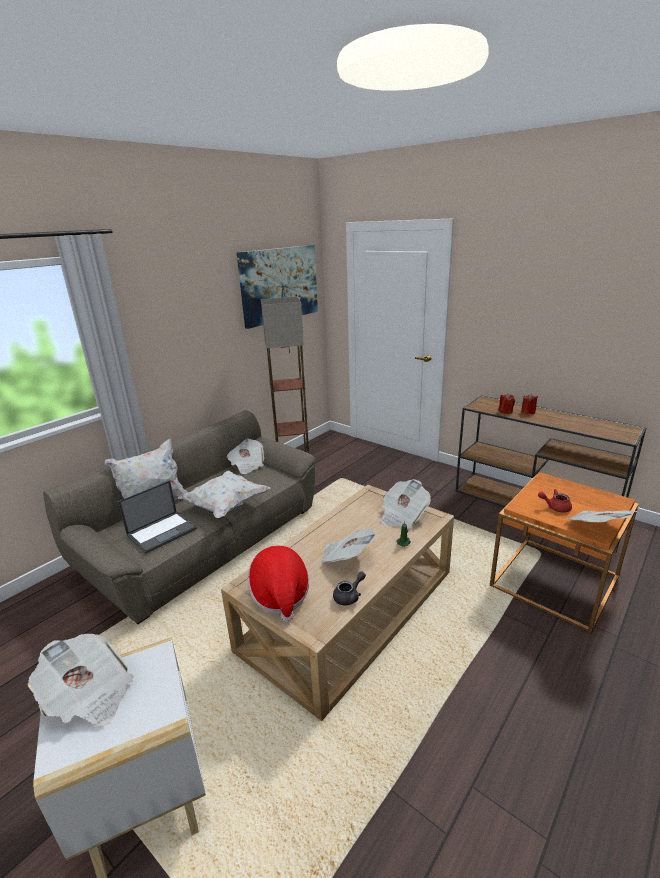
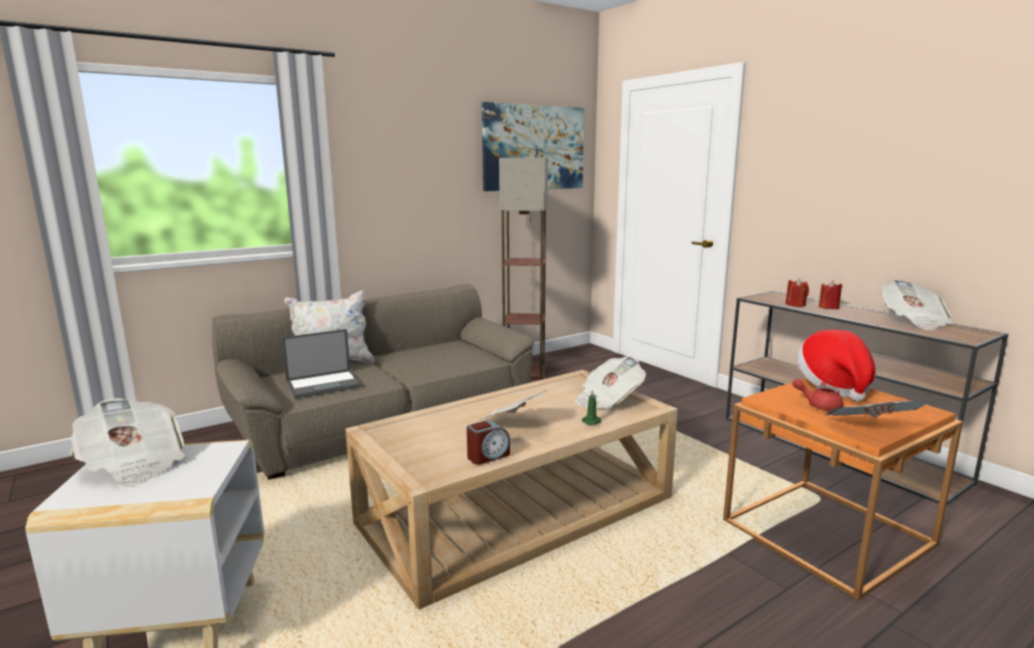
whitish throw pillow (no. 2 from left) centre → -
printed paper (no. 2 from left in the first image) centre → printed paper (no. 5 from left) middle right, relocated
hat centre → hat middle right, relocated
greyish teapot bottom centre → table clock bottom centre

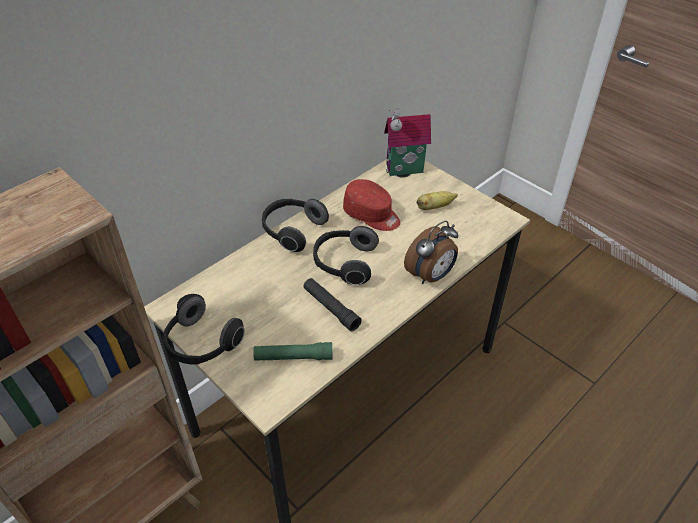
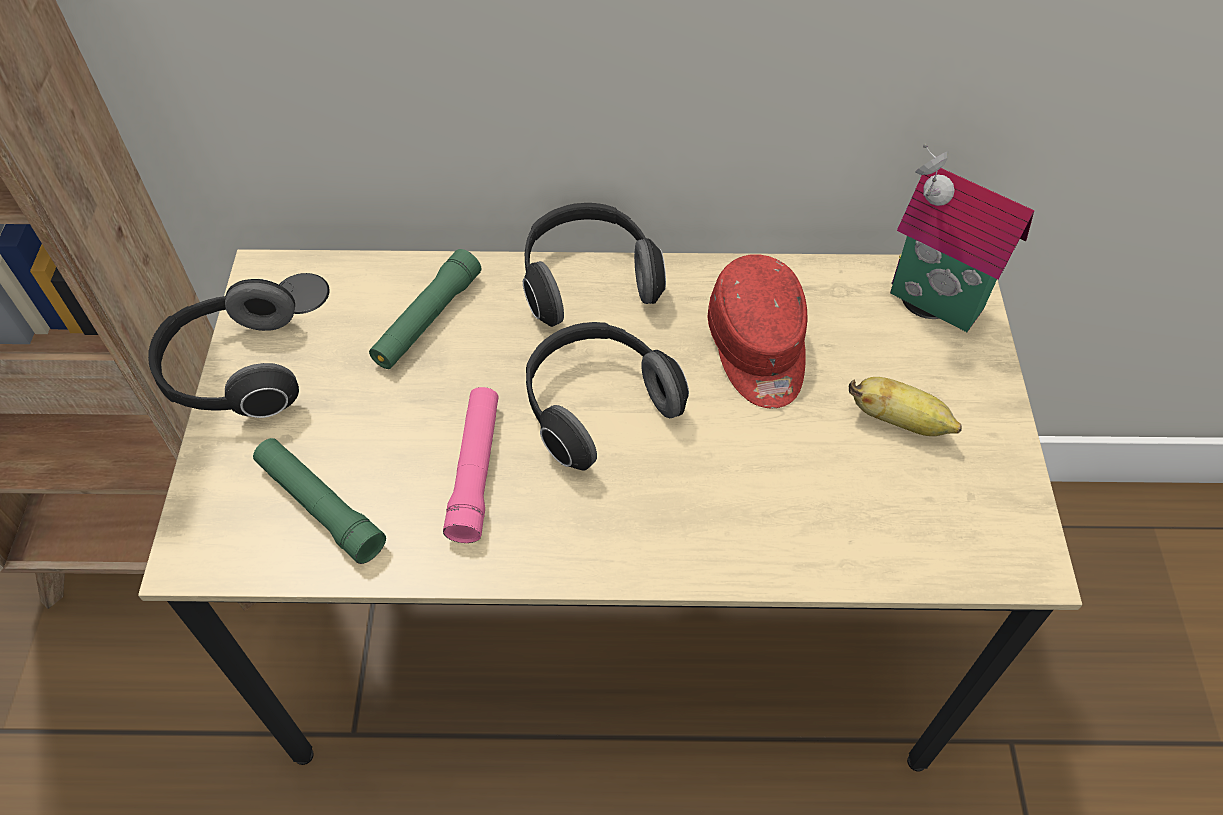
black-coloured flashlight centre → pinkish flashlight centre
table clock centre → -
- → greenish flashlight (no. 2 from left) centre

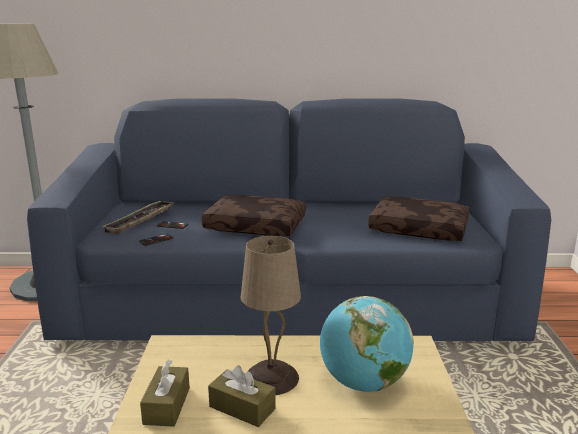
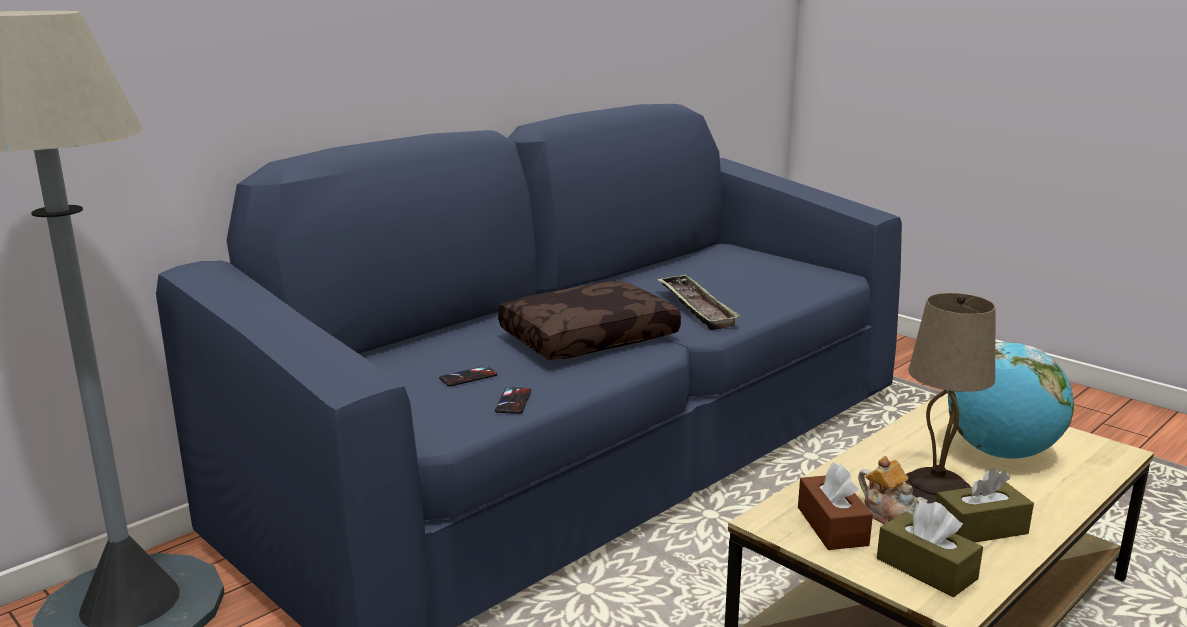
tray middle left → tray centre, relocated
brownish throw pillow (no. 2 from left) middle right → -
- → brownish tissue holder (no. 1 from left) bottom right
- → teapot bottom right

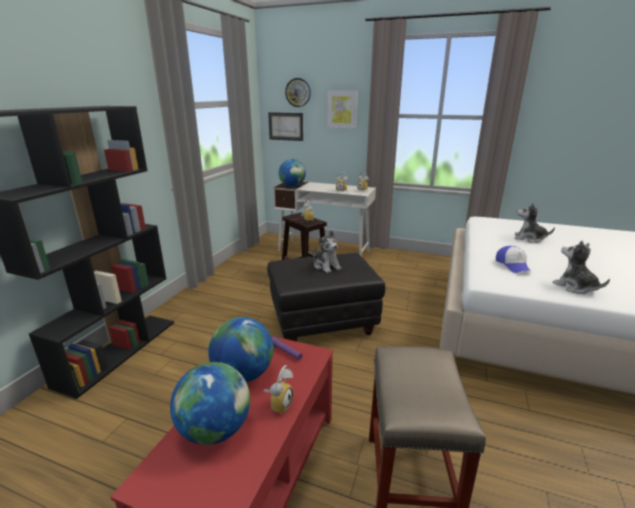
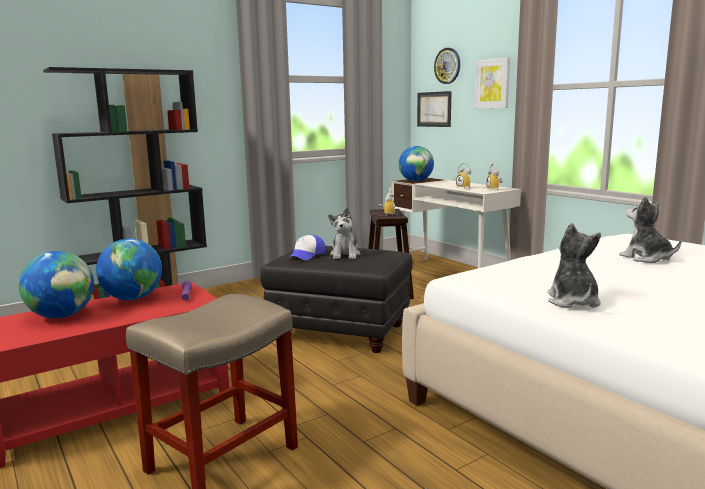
table clock (no. 1 from left) bottom centre → -
peaked cap middle right → peaked cap centre, relocated

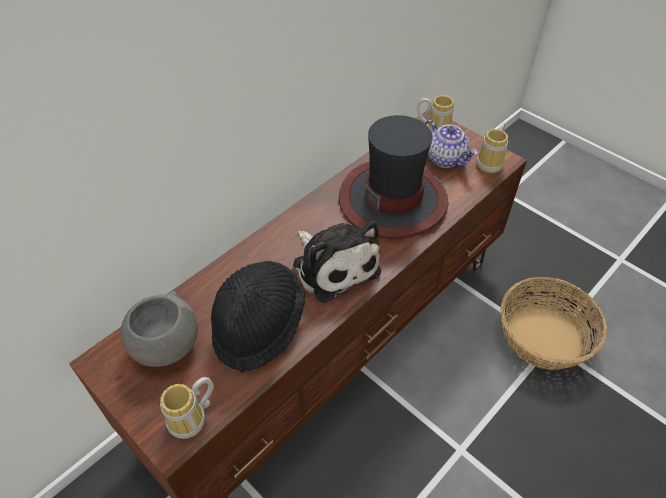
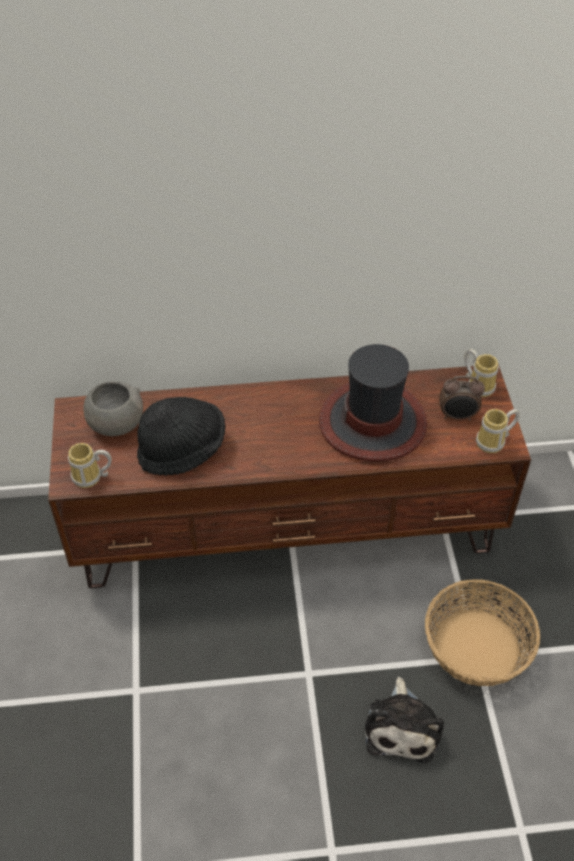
plush toy centre → plush toy bottom right, relocated
teapot top right → table clock middle right

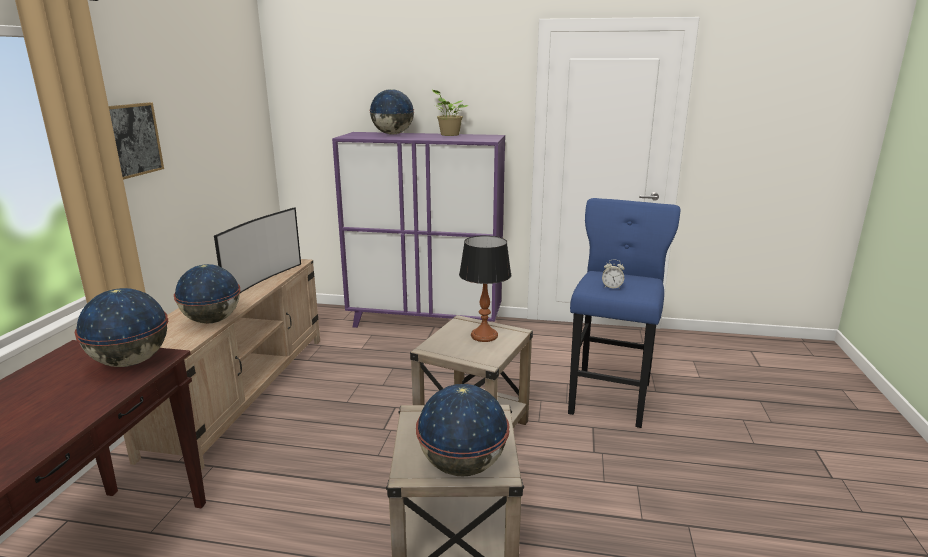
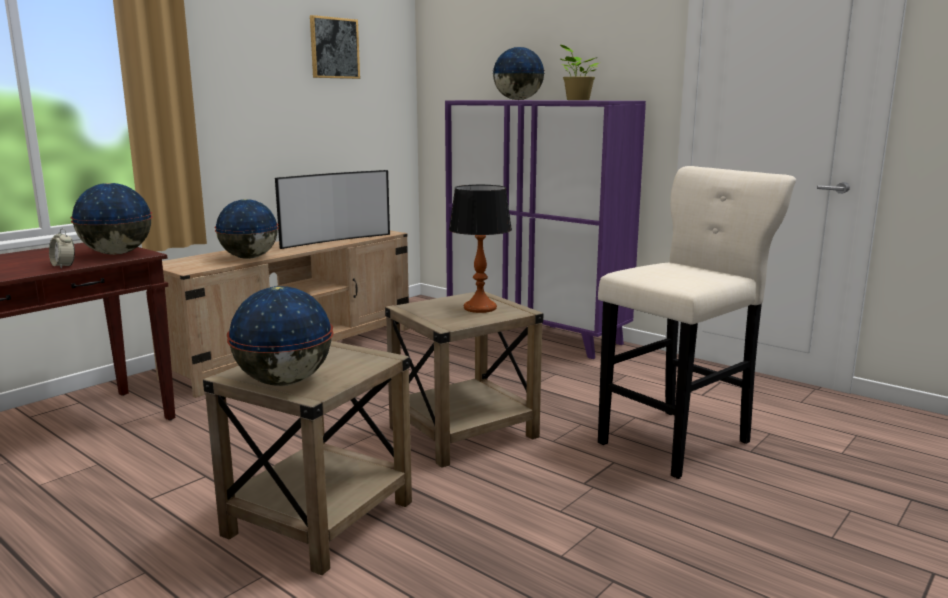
wall picture top left → wall picture top centre, relocated
bluish stool middle right → sand-coloured stool middle right
table clock centre → table clock middle left, relocated

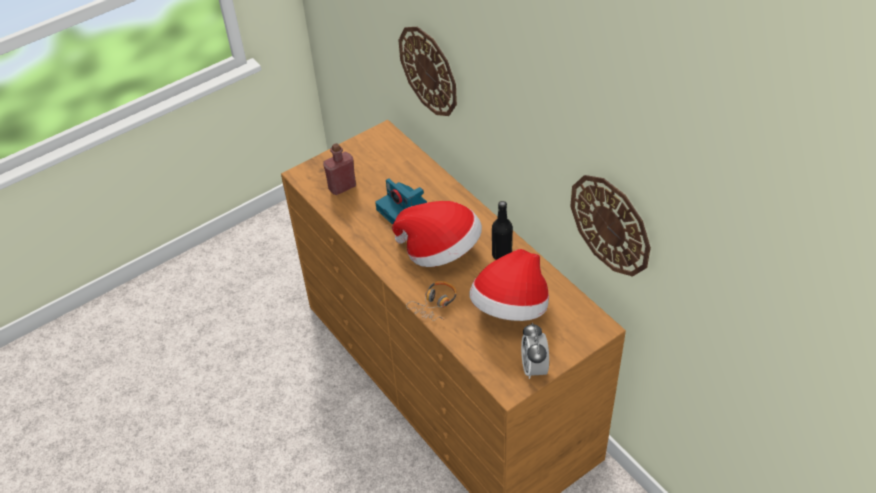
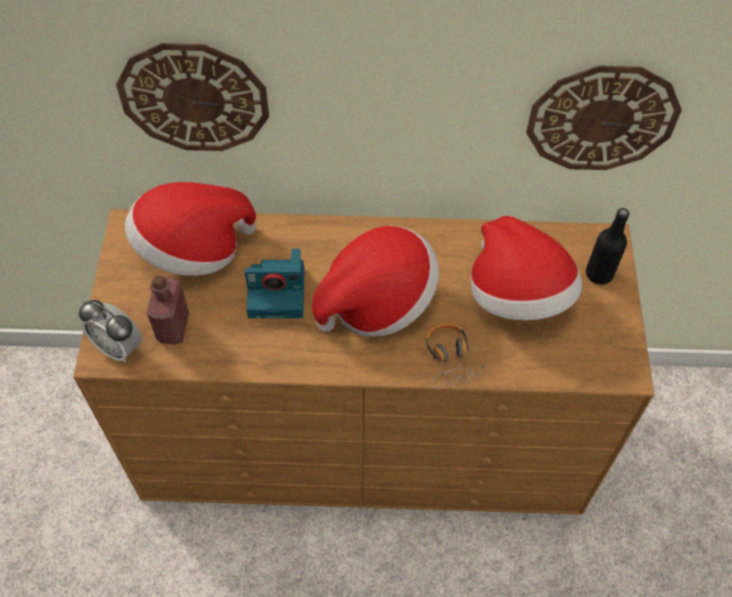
black-coloured beverage bottle centre → black-coloured beverage bottle middle right, relocated
table clock bottom centre → table clock middle left, relocated
- → hat (no. 1 from left) middle left

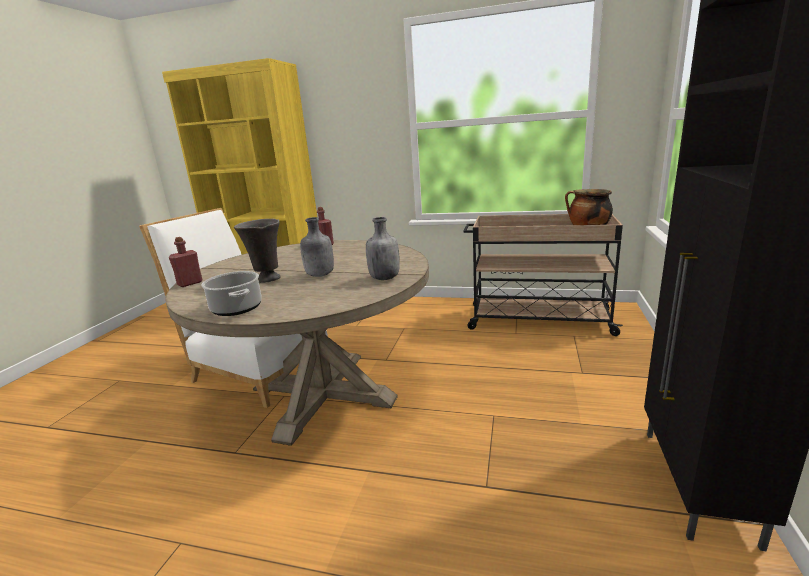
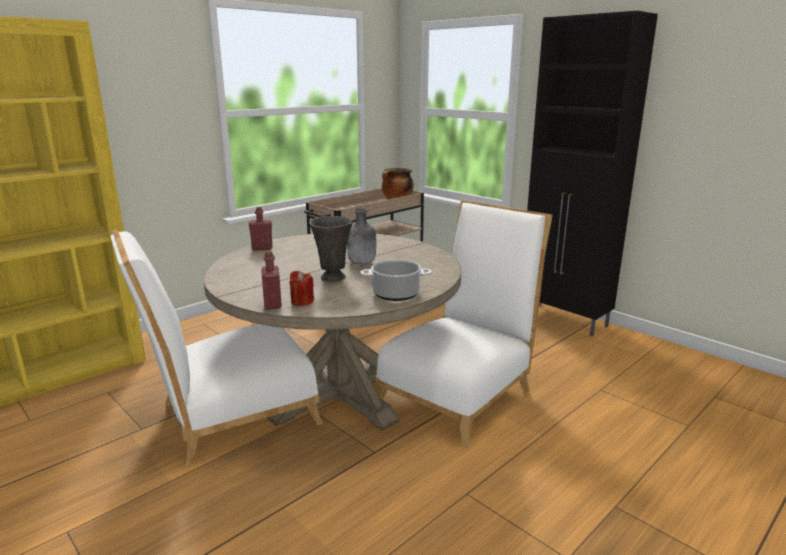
greyish beverage bottle (no. 2 from left) centre → -
- → reddish wax light centre
- → whitish chair (no. 2 from left) centre

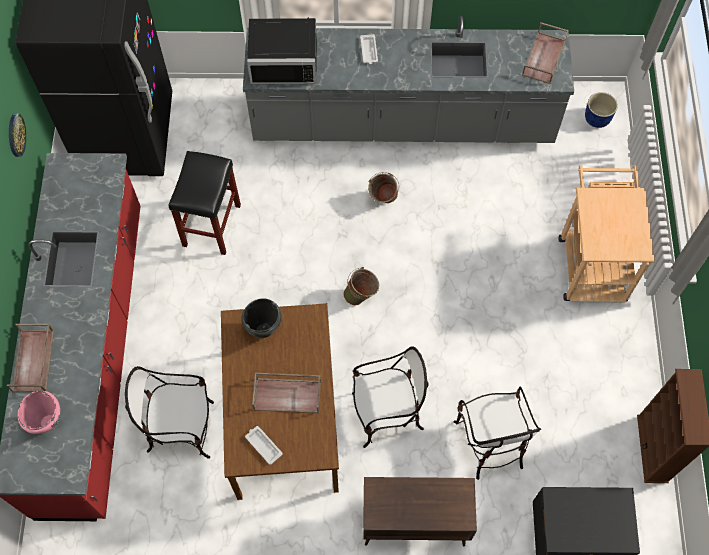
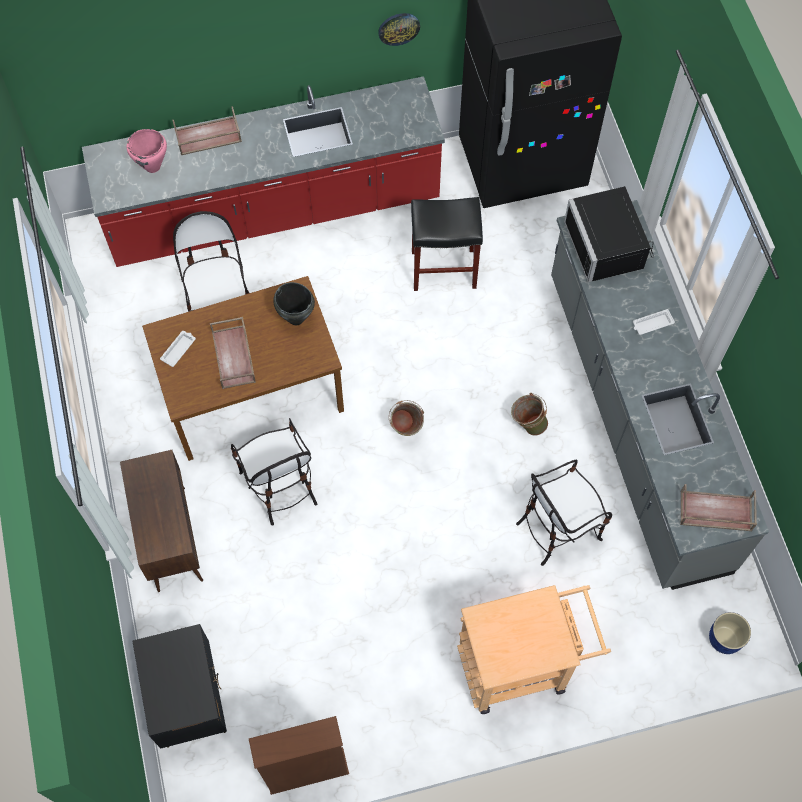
chair (no. 3 from left) bottom right → chair (no. 3 from left) middle right, relocated

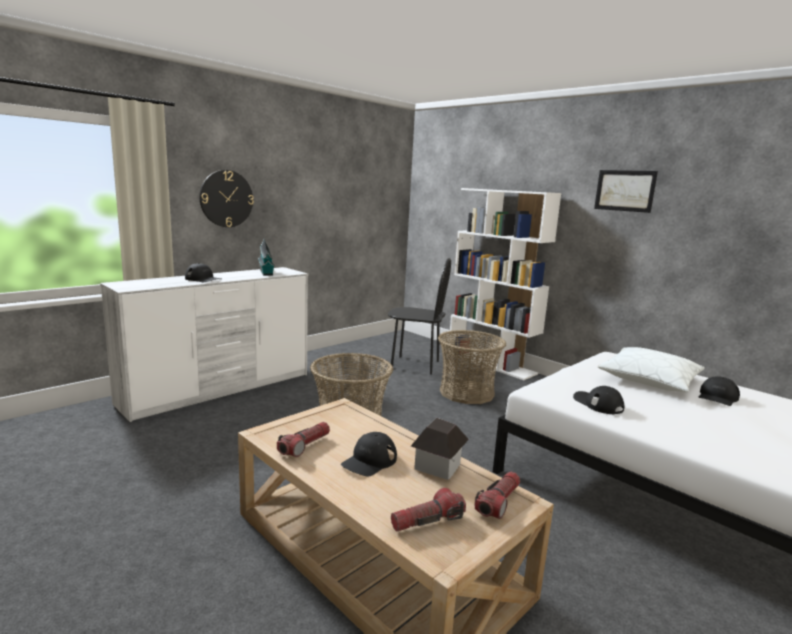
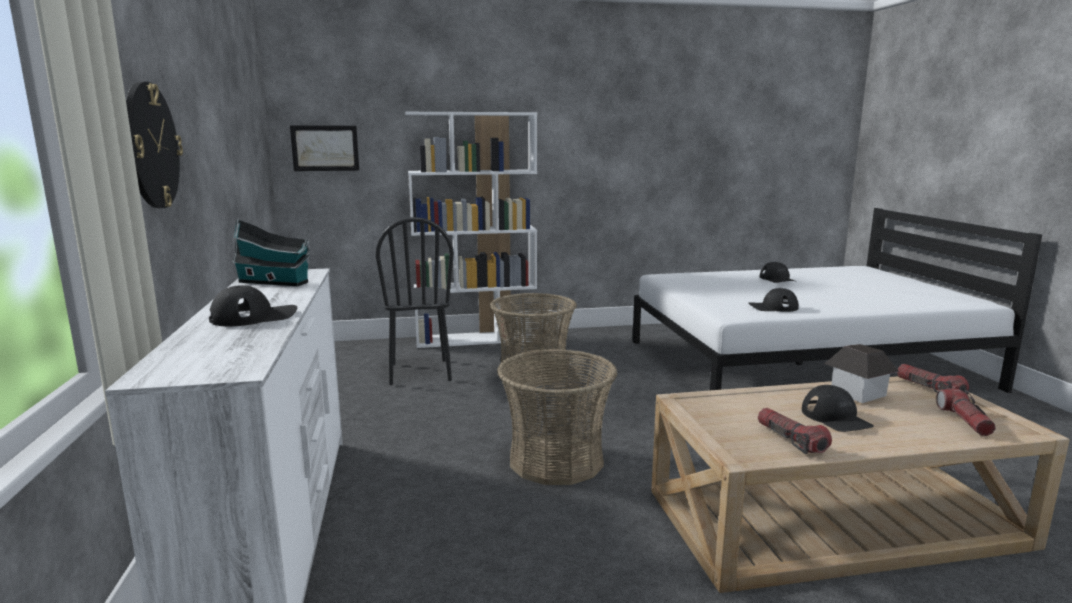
black-coloured chair centre, 120 degrees clockwise
wall picture top right → wall picture top left, relocated
whitish throw pillow middle right → -

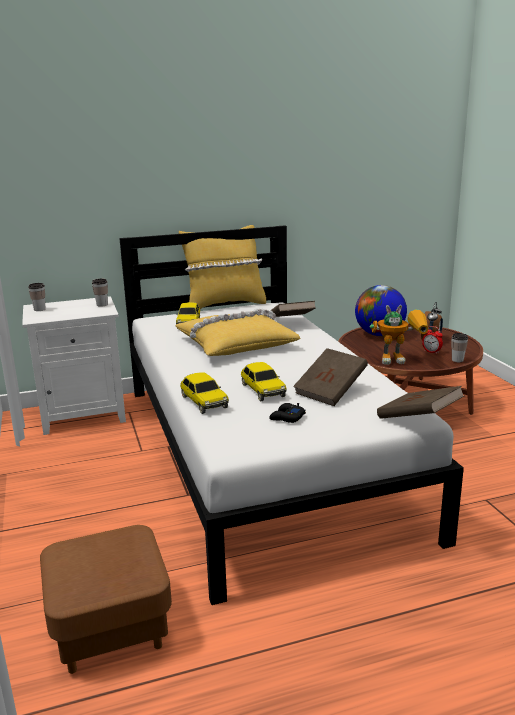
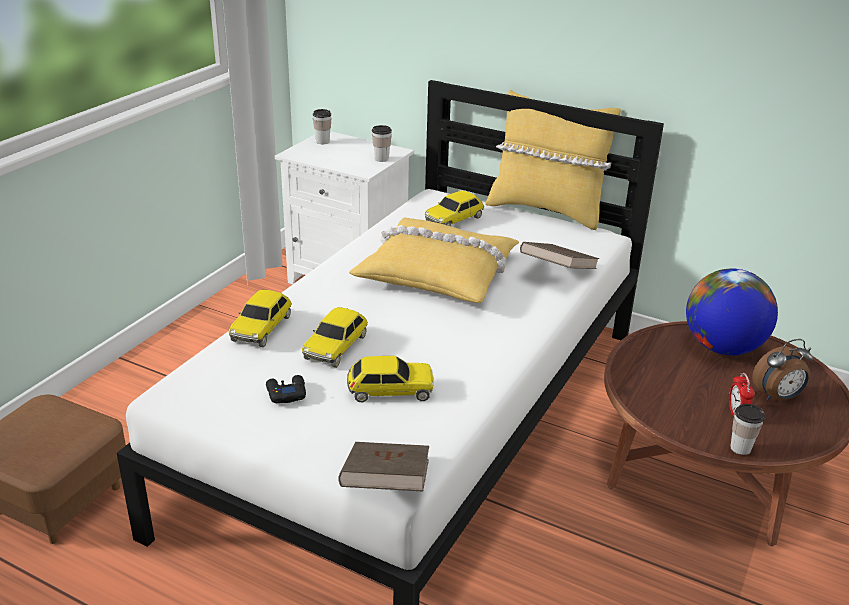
brownish bound book (no. 2 from left) centre → toy car (no. 3 from left) centre
robot figure middle right → -

